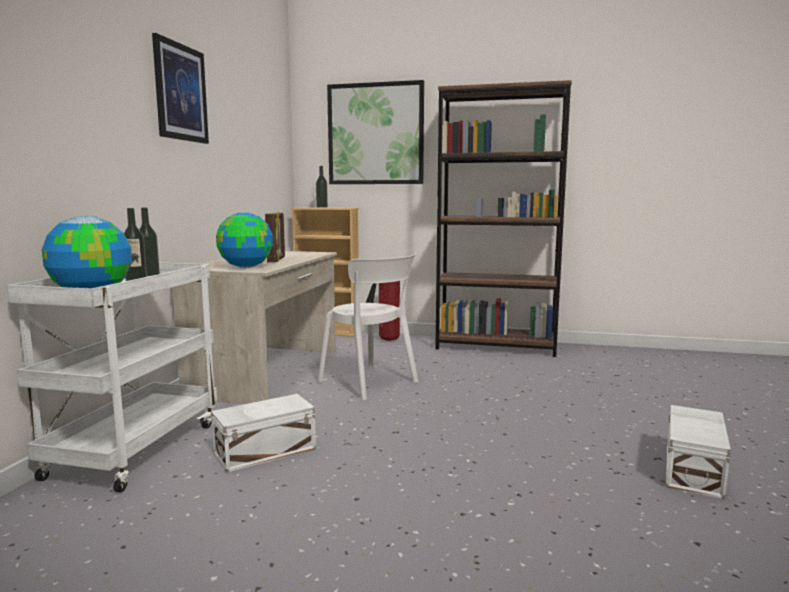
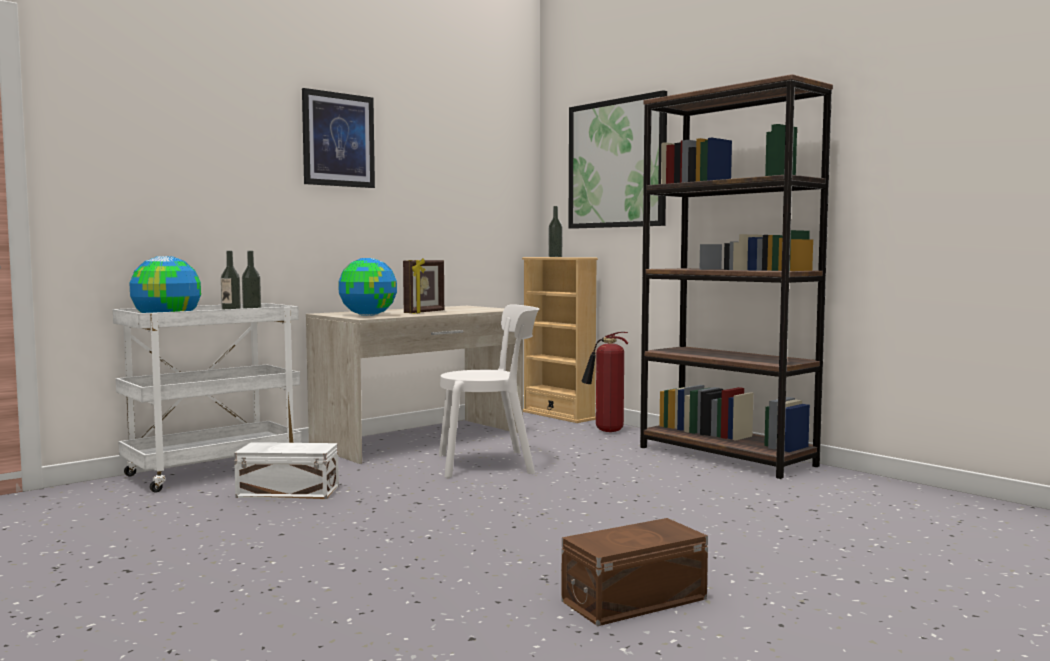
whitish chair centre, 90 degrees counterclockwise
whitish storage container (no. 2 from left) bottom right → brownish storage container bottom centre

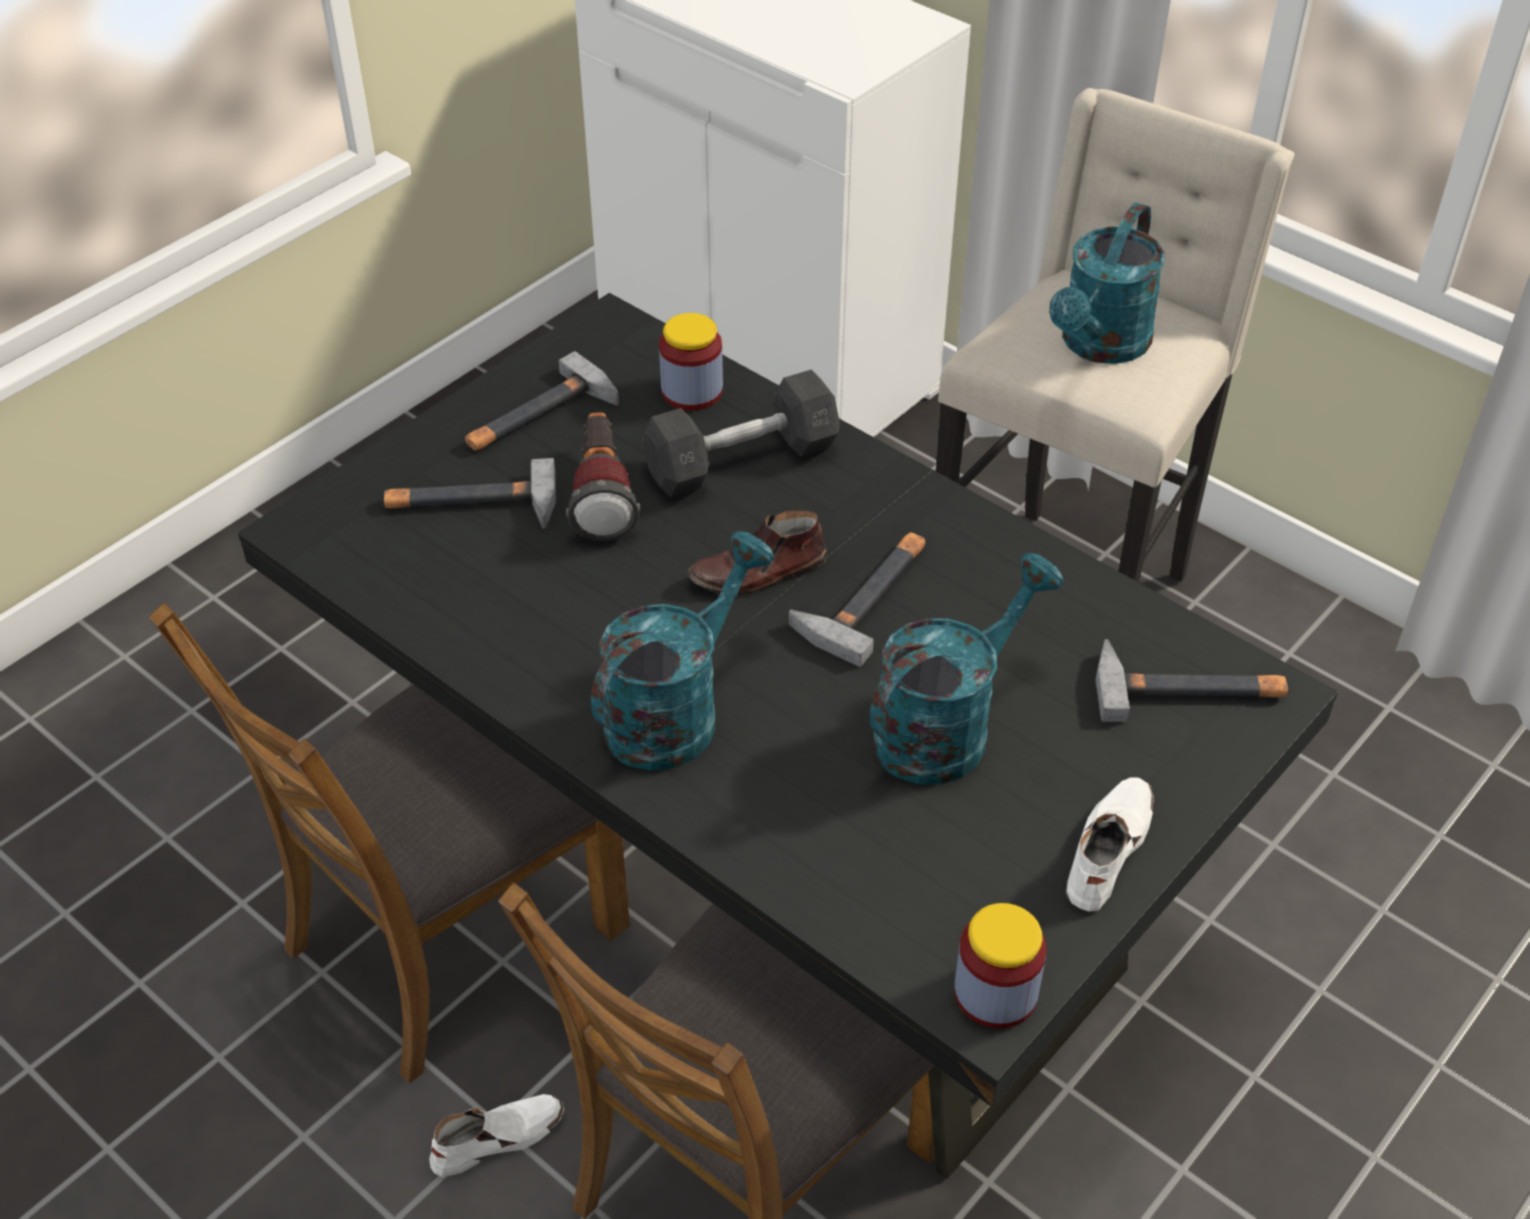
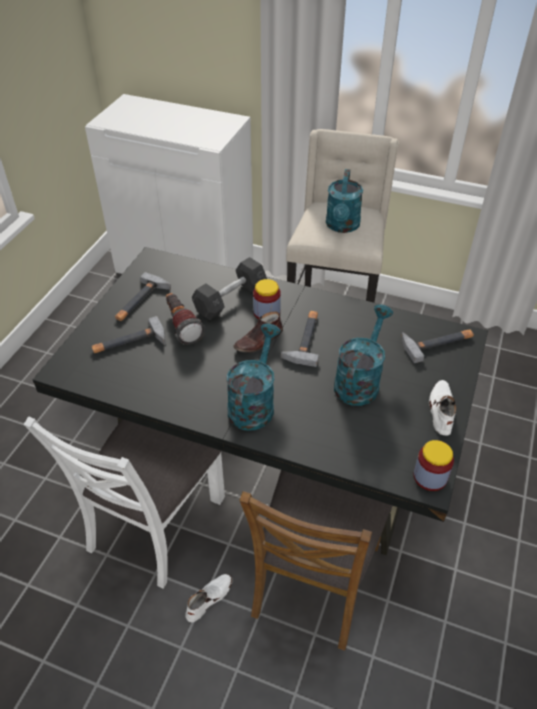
brownish chair (no. 1 from left) bottom left → whitish chair bottom left
jar (no. 1 from left) top centre → jar (no. 1 from left) centre, relocated

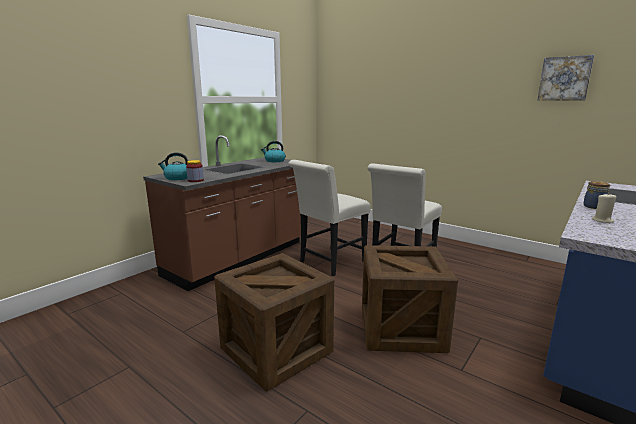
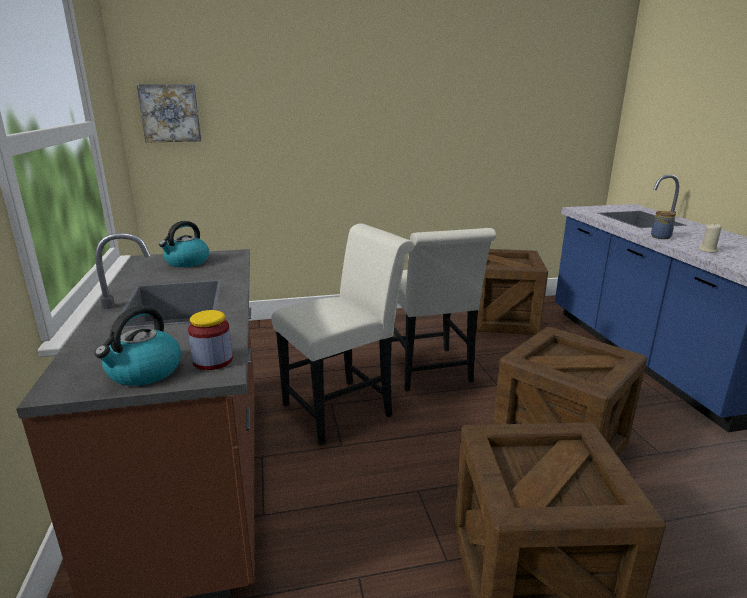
whitish chair (no. 1 from left) centre, 120 degrees counterclockwise
wall picture top right → wall picture top left, relocated
- → crate (no. 1 from left) middle right

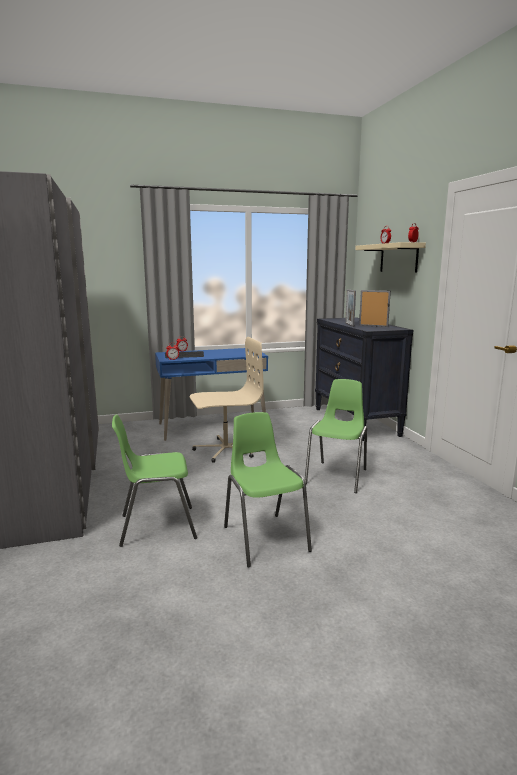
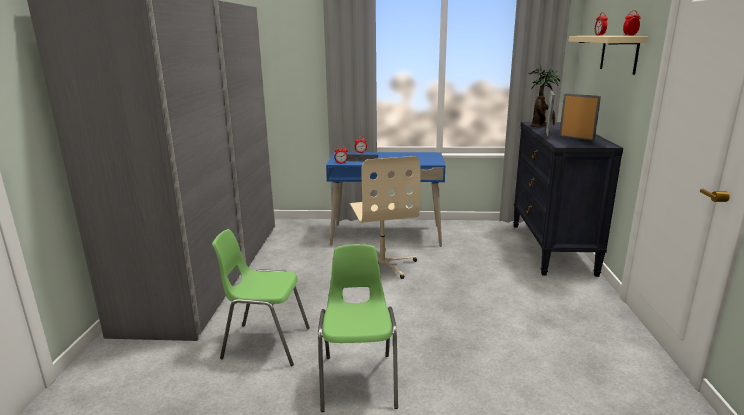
sand-coloured office chair centre, 75 degrees clockwise
greenish chair (no. 3 from left) centre → -
- → potted plant top right

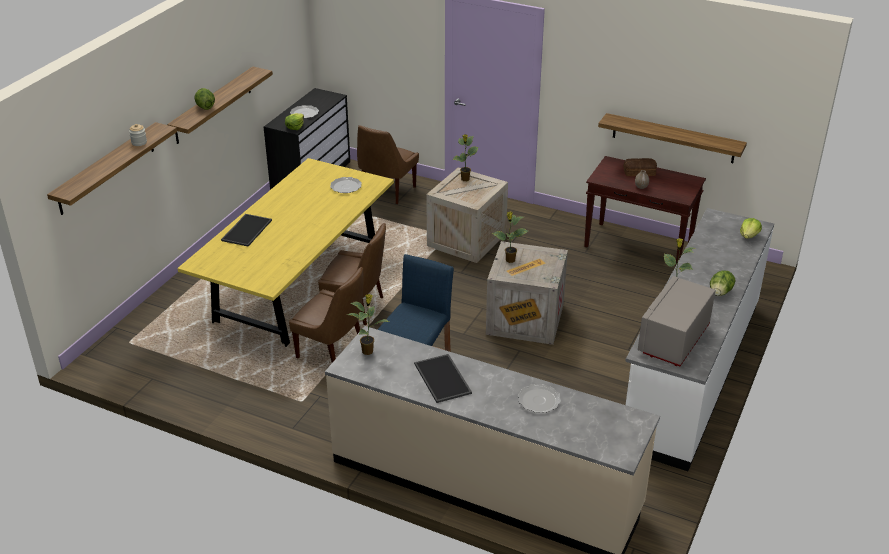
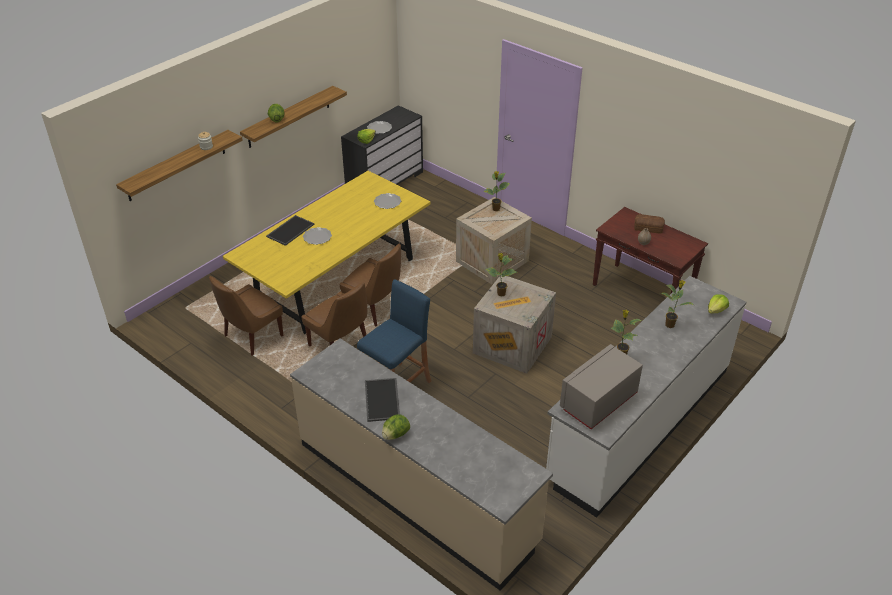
potted plant (no. 1 from left in the first image) centre → potted plant (no. 4 from left) middle right, relocated
brownish chair (no. 3 from left in the first image) top centre → brownish chair (no. 1 from left) middle left, relocated
flat dish (no. 3 from left in the first image) bottom centre → flat dish (no. 1 from left) centre, relocated
bracket shelf (no. 3 from left) top right → -
head of lettuce (no. 3 from left) middle right → head of lettuce (no. 3 from left) bottom centre, relocated

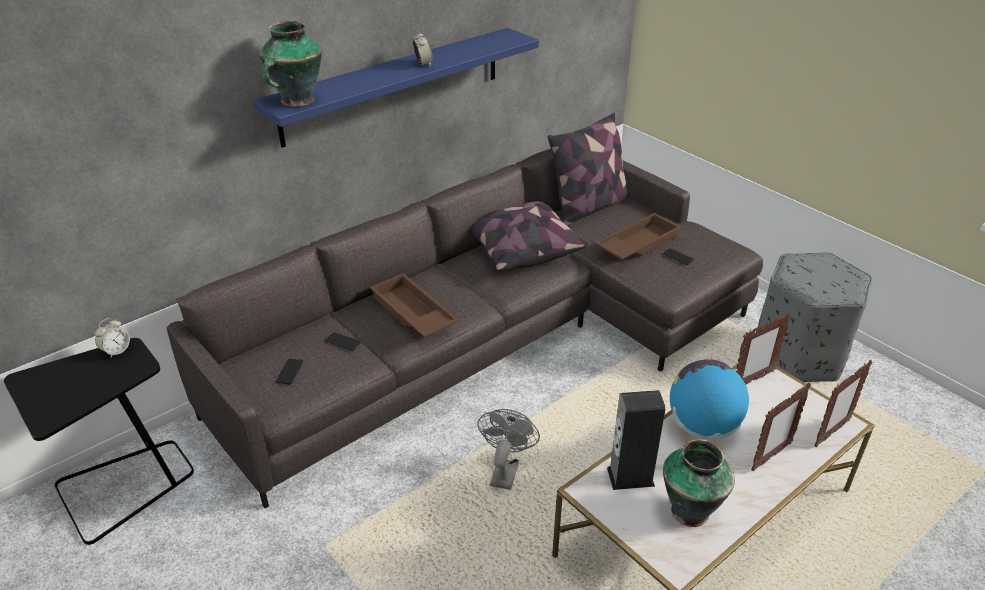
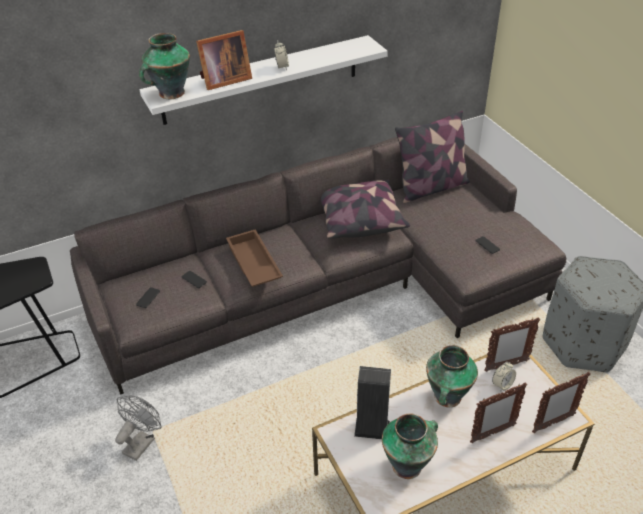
table clock (no. 1 from left in the first image) middle left → table clock (no. 2 from left) bottom right, relocated
bluish bracket shelf top centre → whitish bracket shelf top centre
greyish cooling fan bottom centre → greyish cooling fan bottom left, relocated
brownish tray (no. 2 from left) centre → -
desk globe bottom right → decorative vase (no. 3 from left) bottom right
- → standing frame (no. 1 from left) top centre

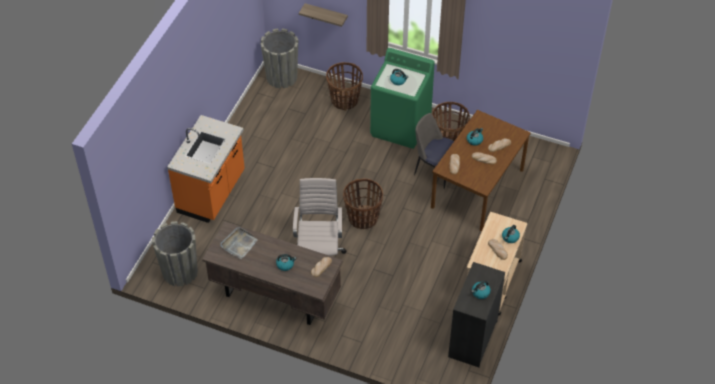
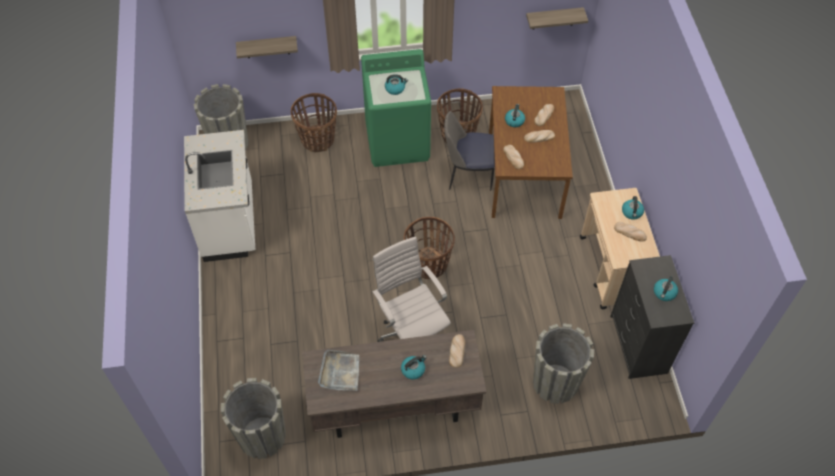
orange kitchen base unit middle left → -
- → whitish kitchen base unit middle left
- → bracket shelf (no. 2 from left) top right
- → greyish planter (no. 3 from left) bottom right

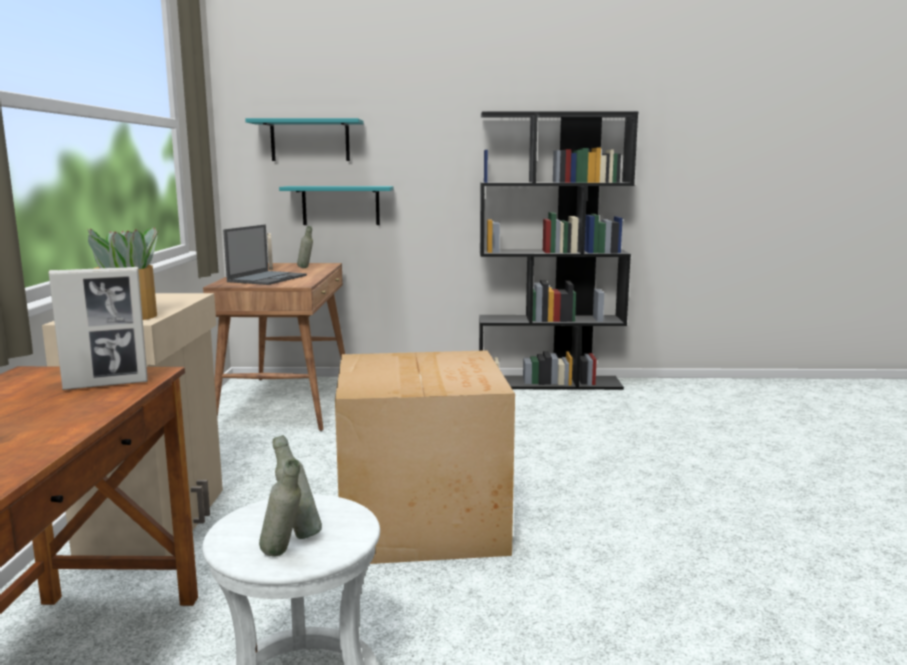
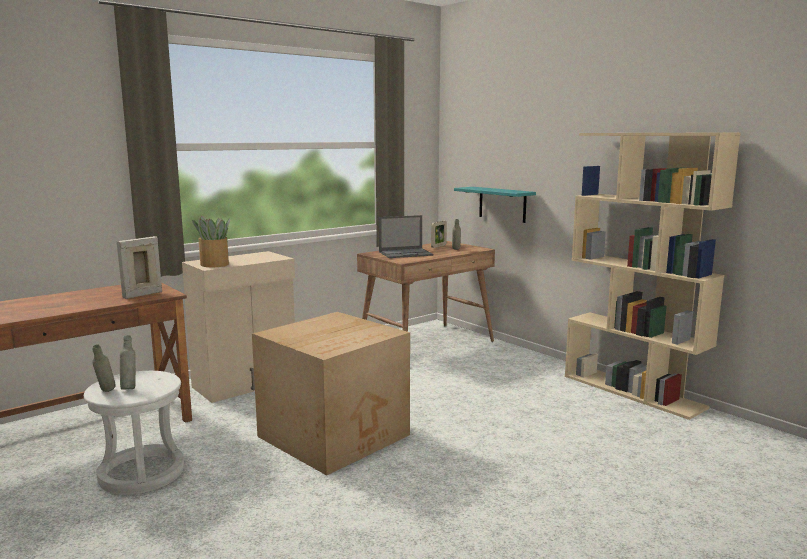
standing frame (no. 1 from left) middle left, 105 degrees clockwise
turquoise-coloured bracket shelf (no. 1 from left) top centre → -
black-coloured shelving unit centre → sand-coloured shelving unit middle right

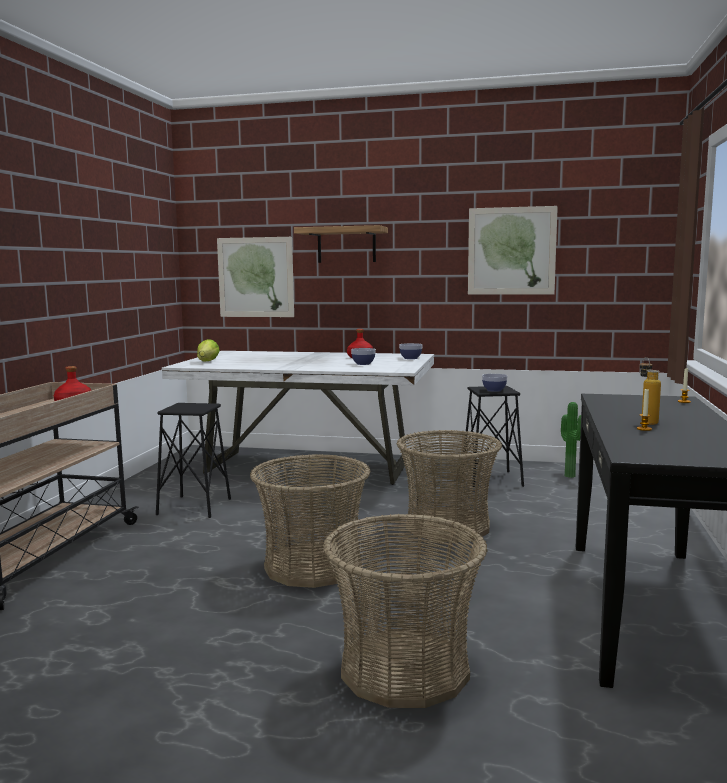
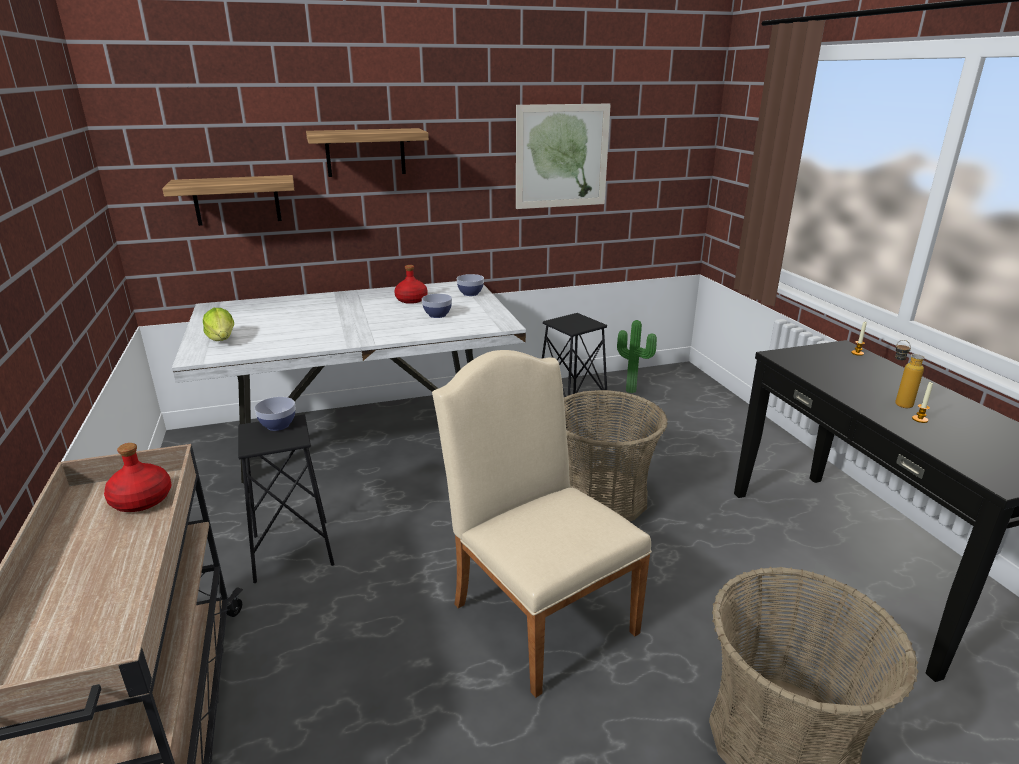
wall picture (no. 1 from left) centre → bracket shelf (no. 1 from left) top left
household basket (no. 1 from left) centre → sand-coloured chair bottom centre
serving bowl (no. 3 from left in the first image) middle right → serving bowl (no. 1 from left) middle left, relocated

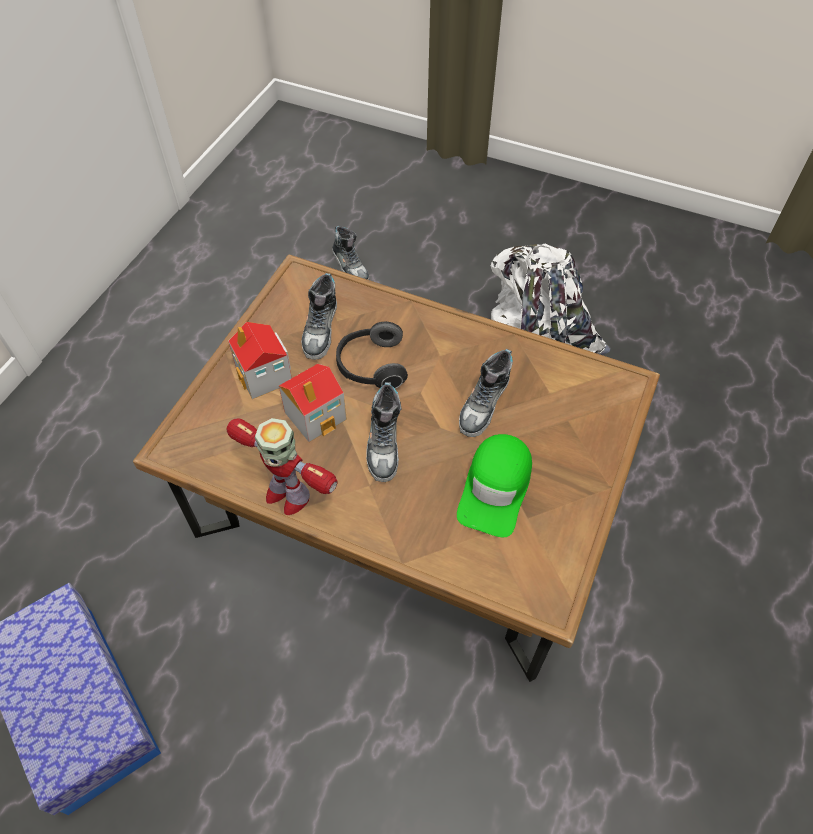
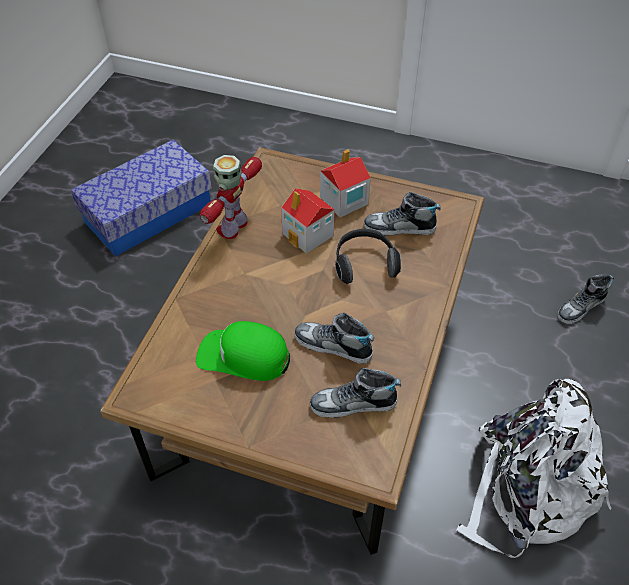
low shoe (no. 3 from left in the first image) centre → low shoe (no. 2 from left) bottom centre, relocated

